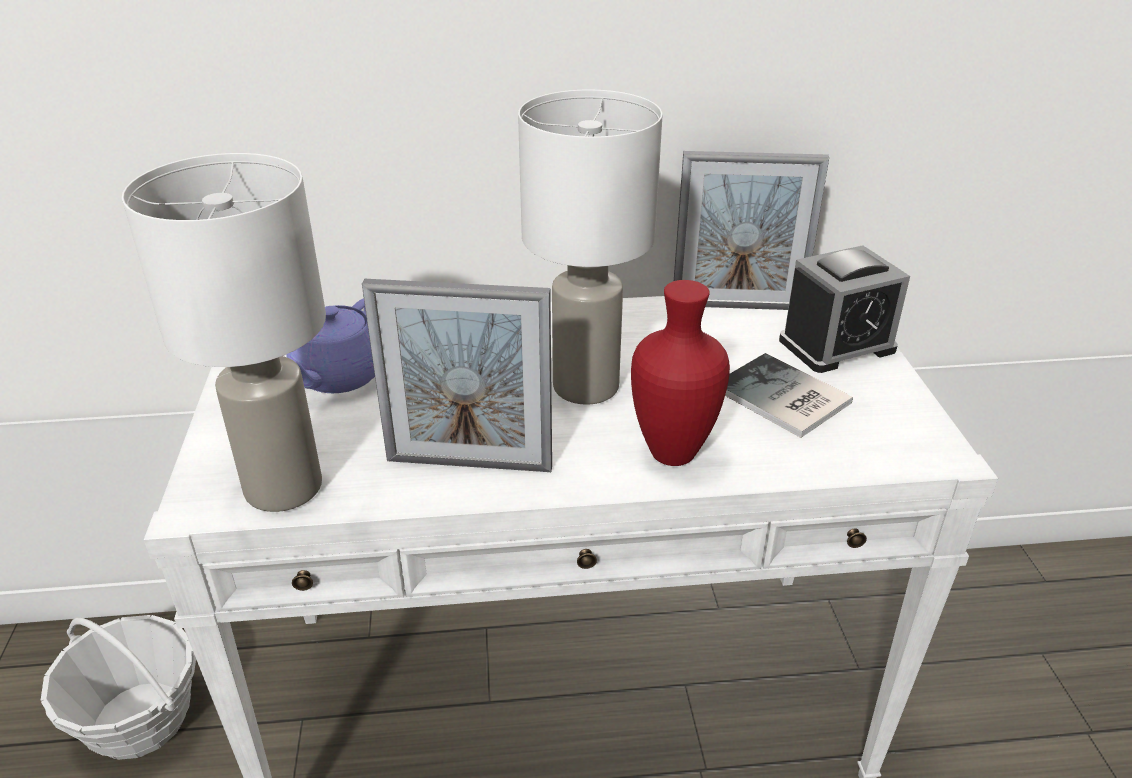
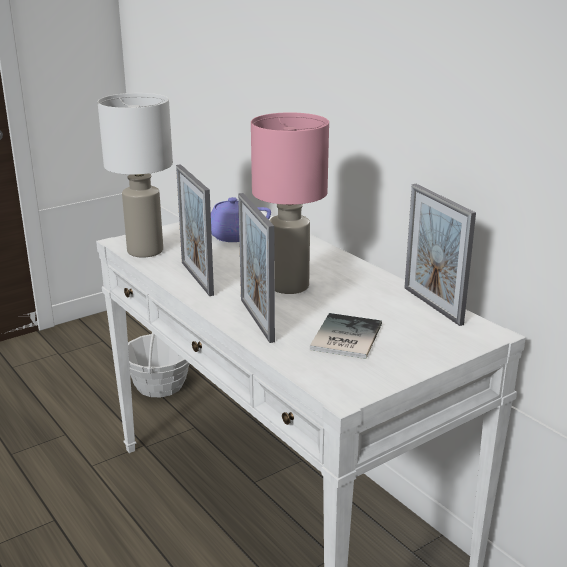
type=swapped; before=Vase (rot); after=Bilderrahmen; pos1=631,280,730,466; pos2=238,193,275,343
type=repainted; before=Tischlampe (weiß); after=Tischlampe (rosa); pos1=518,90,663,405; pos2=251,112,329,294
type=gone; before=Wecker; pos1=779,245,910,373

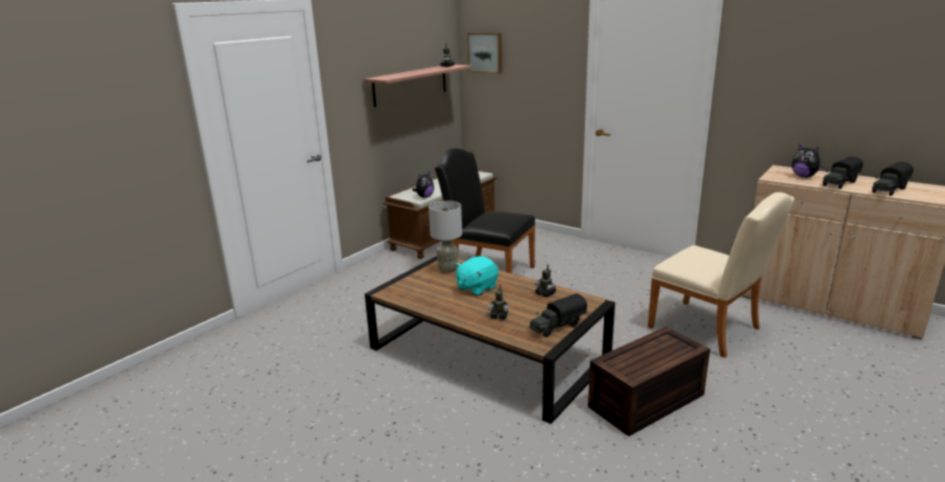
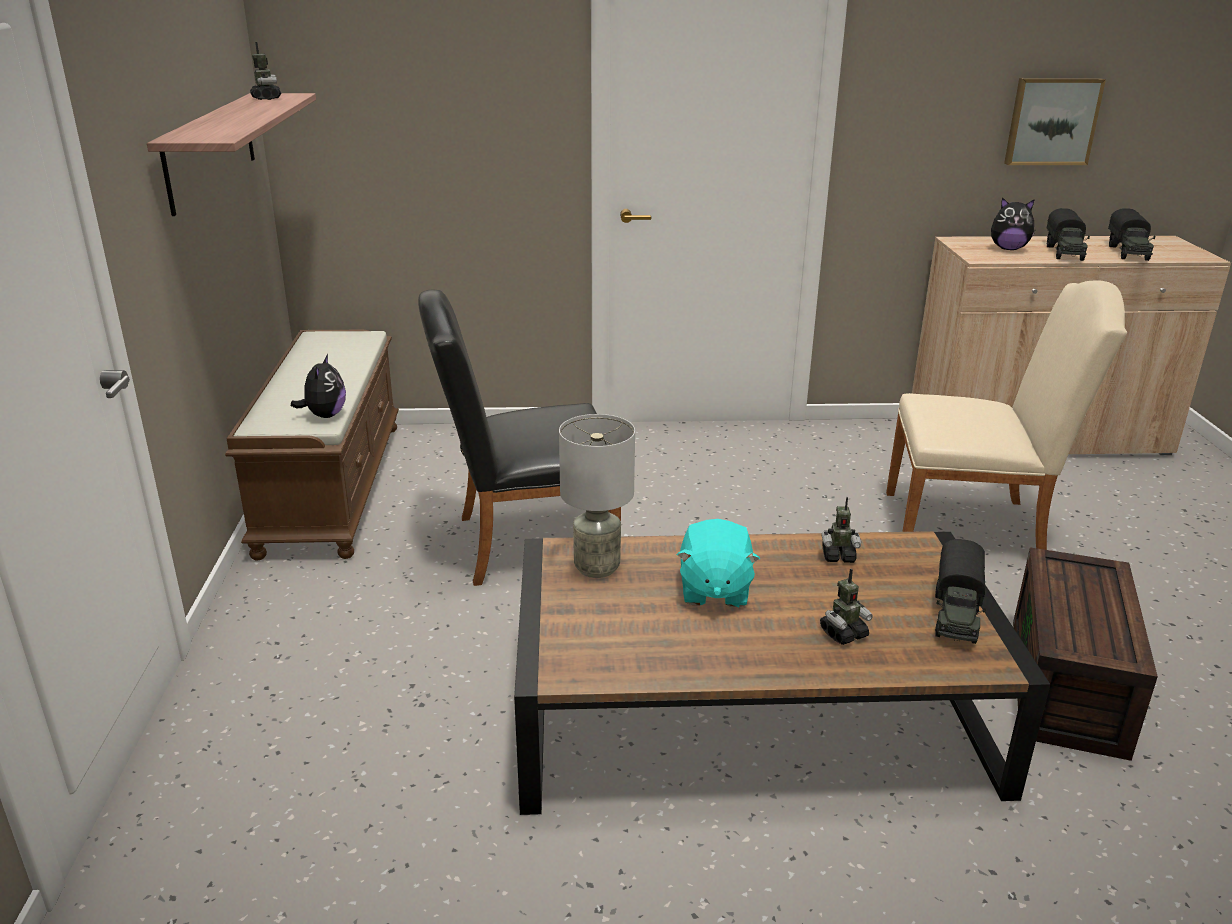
type=shifted; before=Bild; pos1=467,33,502,74; pos2=1004,78,1106,165

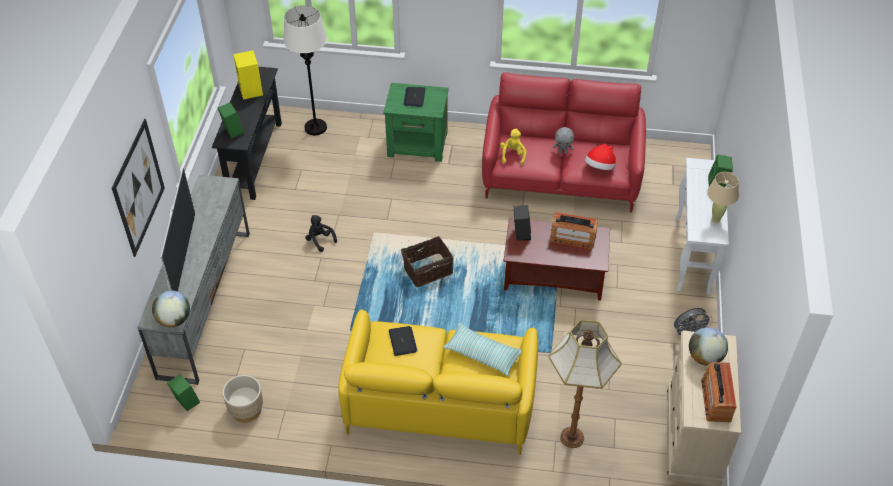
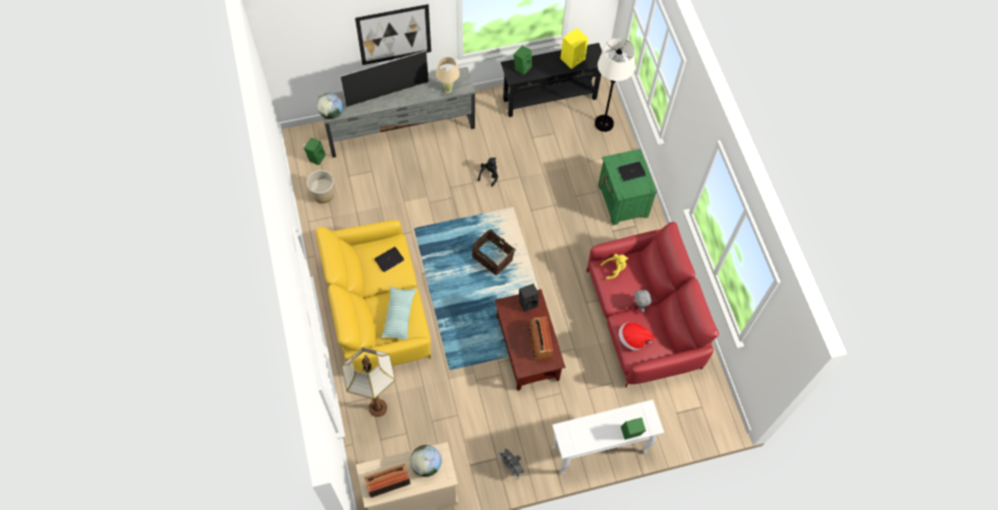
type=shifted; before=Tischlampe (beige); pos1=707,172,739,223; pos2=436,57,460,93

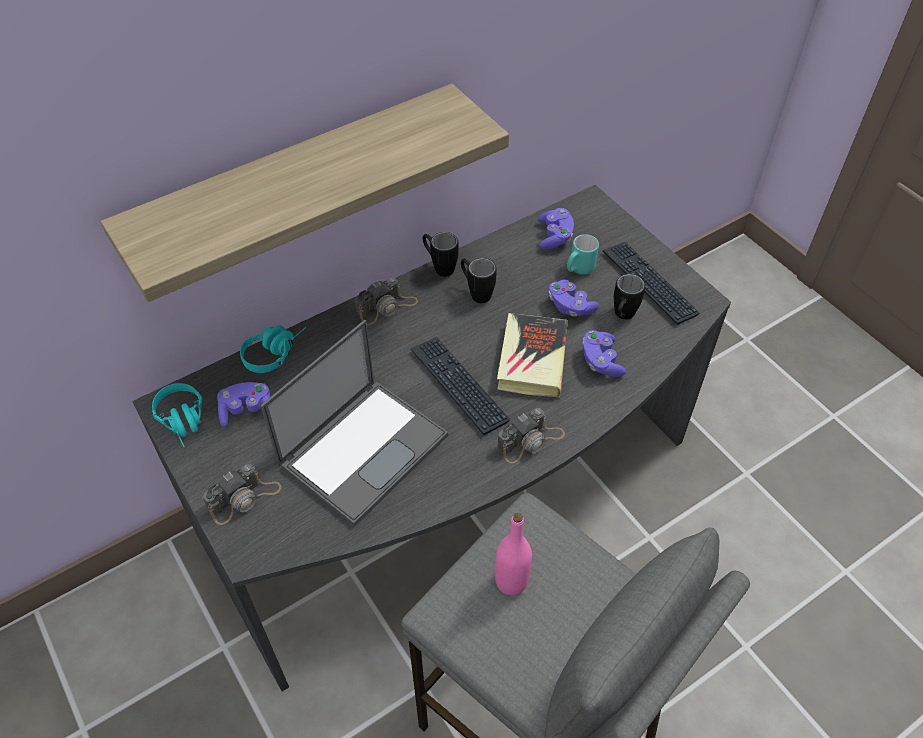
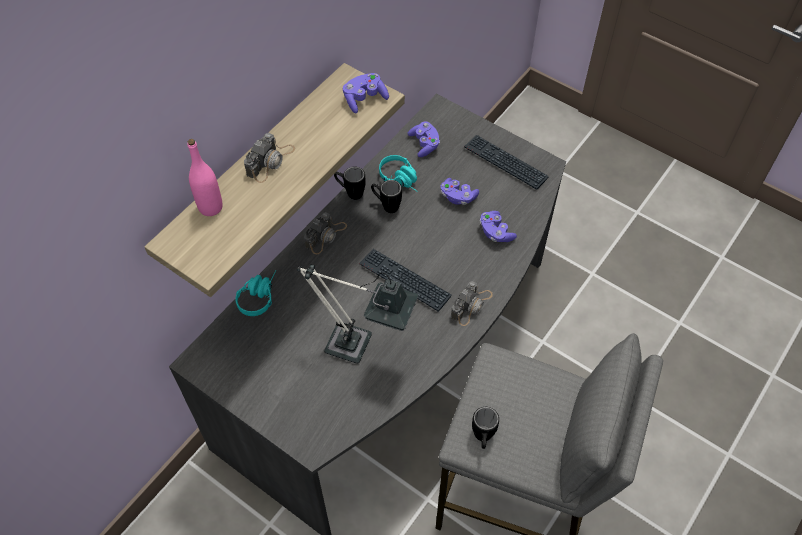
type=shifted; before=Flasche (rosa); pos1=495,513,532,595; pos2=187,139,223,216
type=shifted; before=Kamera; pos1=203,464,282,525; pos2=244,133,295,183
type=swapped; before=Laptop; after=Tischlampe; pos1=261,320,448,527; pos2=297,264,418,364
type=shifted; before=Gamepad (lila); pos1=217,382,271,428; pos2=343,73,389,114
type=shifted; before=Kopfhörer (türkis); pos1=152,383,203,448; pos2=379,155,418,192
type=shifted; before=Henkelbecher (schwarz); pos1=614,274,645,320; pos2=472,407,499,449
type=gone; before=Buch; pos1=497,313,568,398
type=gone; before=Henkelbecher (türkis); pos1=567,234,599,275

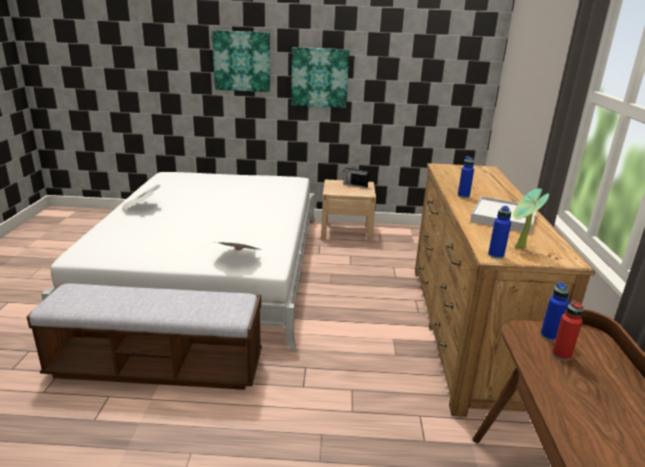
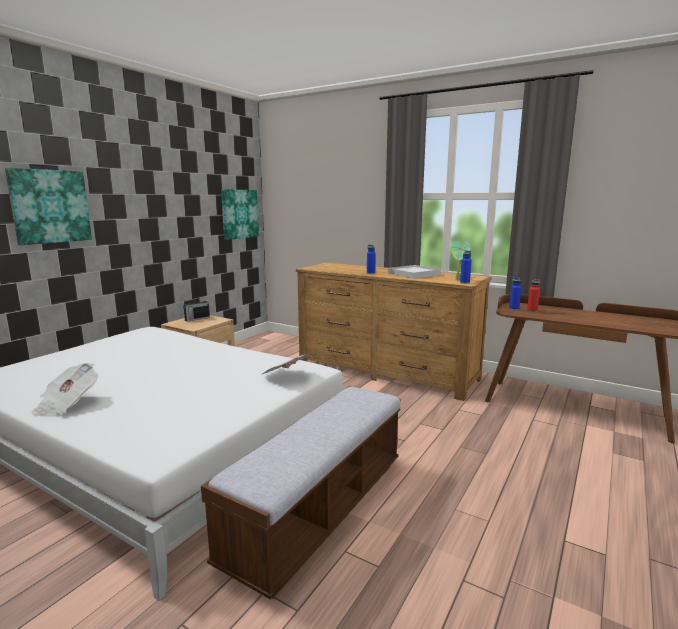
type=shifted; before=Bild; pos1=291,47,349,108; pos2=221,189,259,240

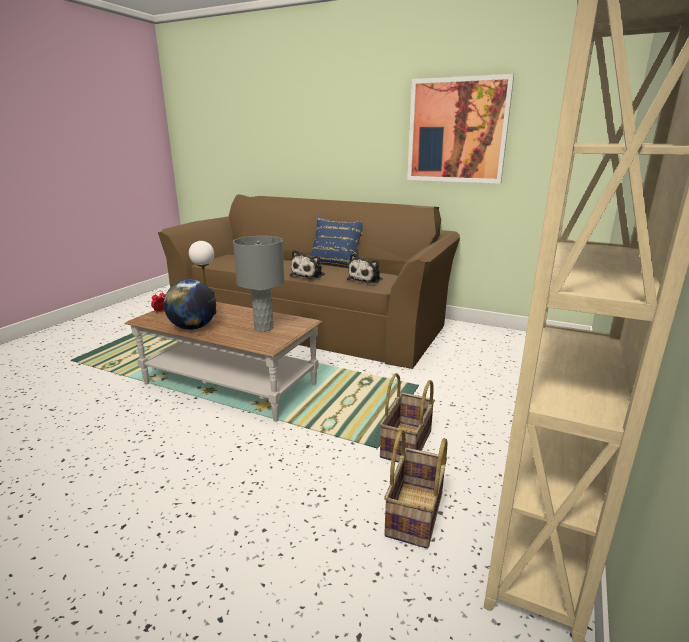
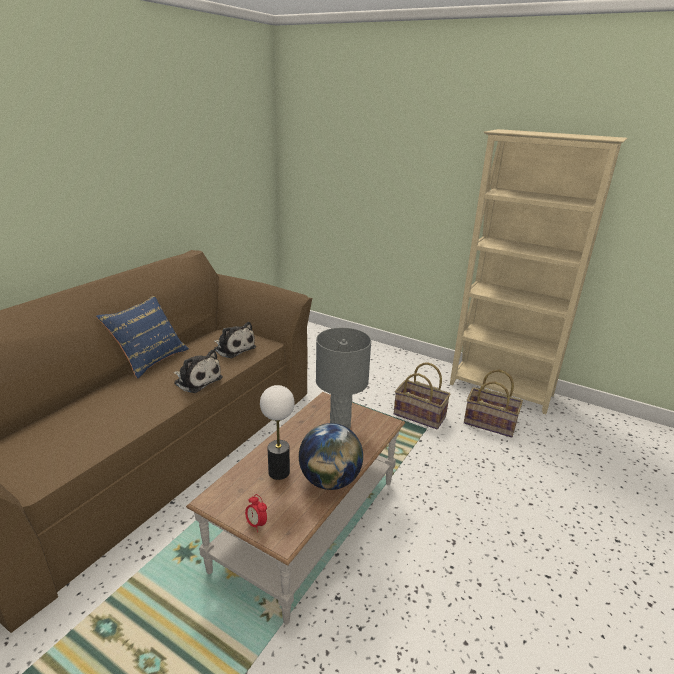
type=gone; before=Bild; pos1=407,74,514,184

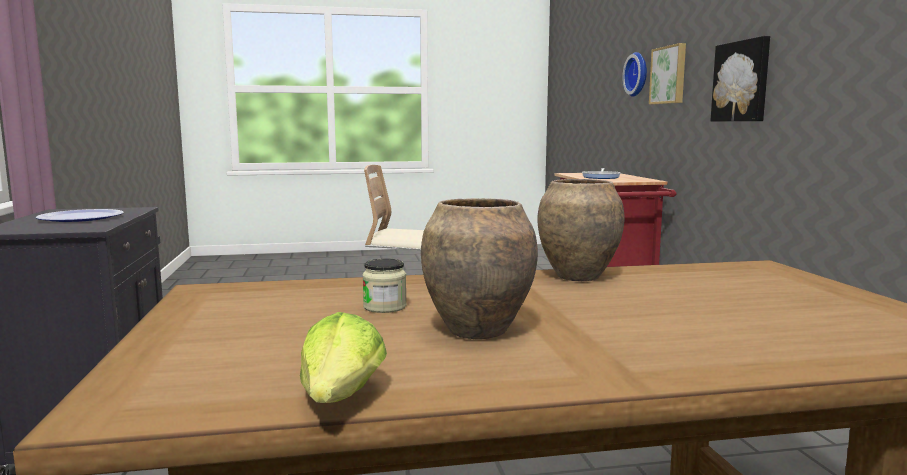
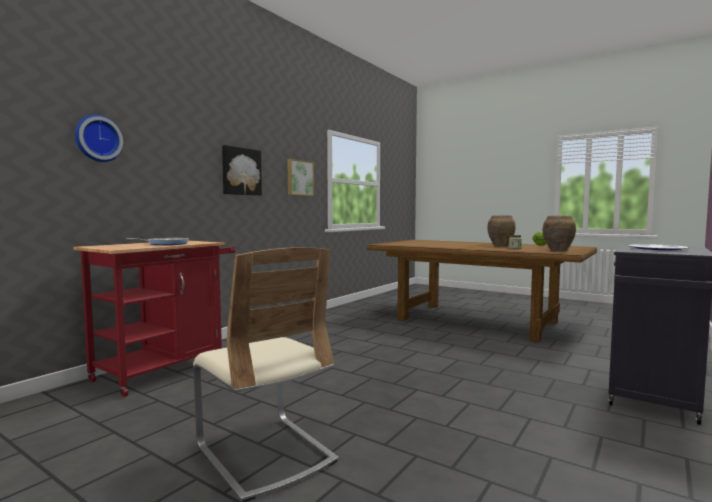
type=shifted; before=Bild; pos1=649,43,686,104; pos2=287,159,314,196
type=shifted; before=Vase (braun); pos1=538,179,625,281; pos2=543,216,576,251

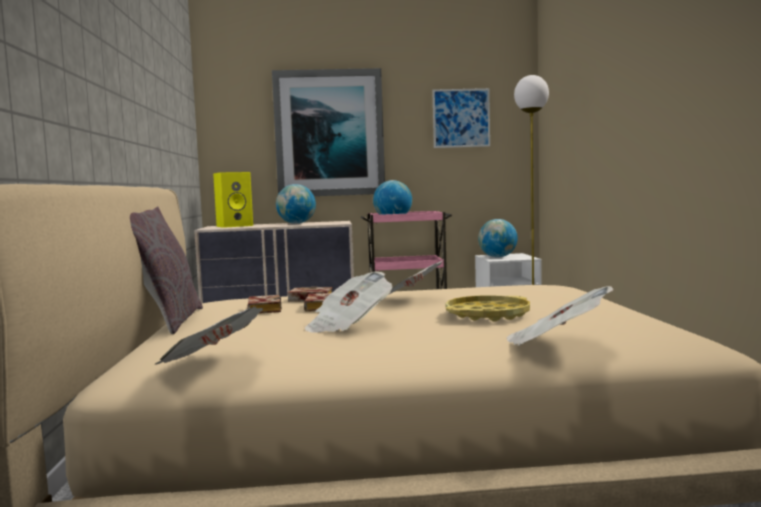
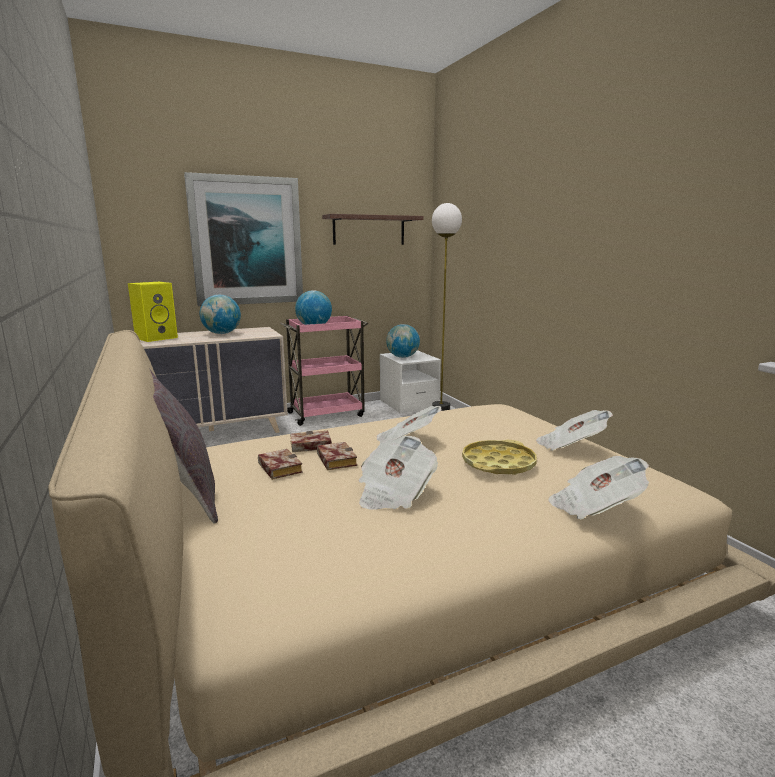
type=swapped; before=Bild; after=Wandregal; pos1=432,88,490,148; pos2=322,214,423,245
type=shifted; before=Zeitung; pos1=155,306,263,365; pos2=536,410,613,451

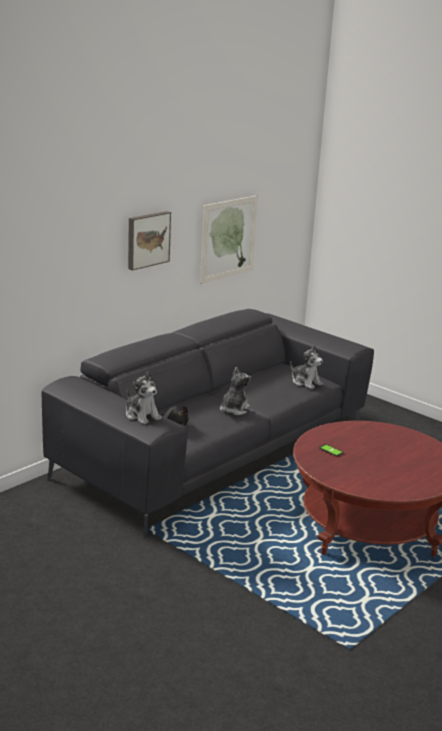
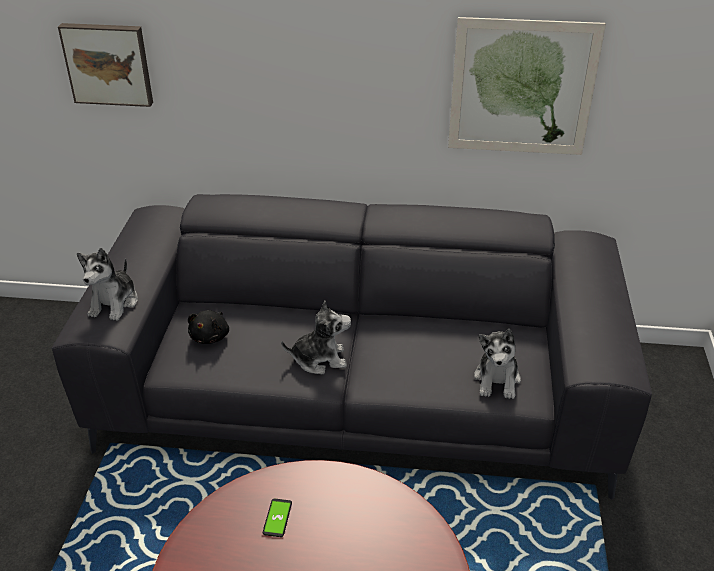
type=shifted; before=Bild; pos1=128,211,171,271; pos2=58,23,153,107

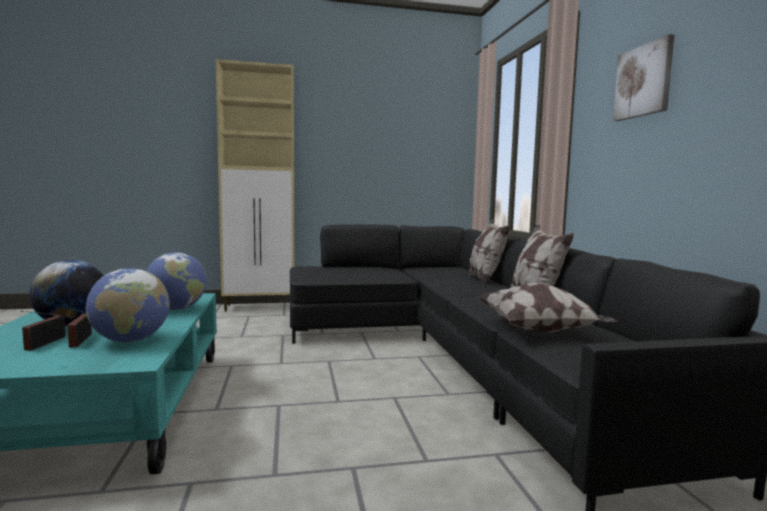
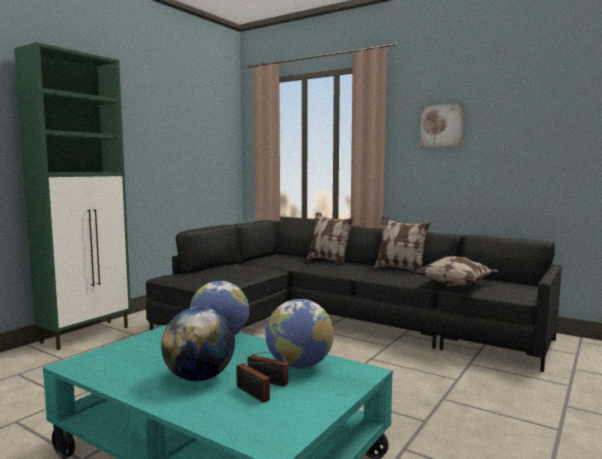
type=repainted; before=Schrank (beige); after=Schrank (grün); pos1=216,59,294,312; pos2=14,42,131,350

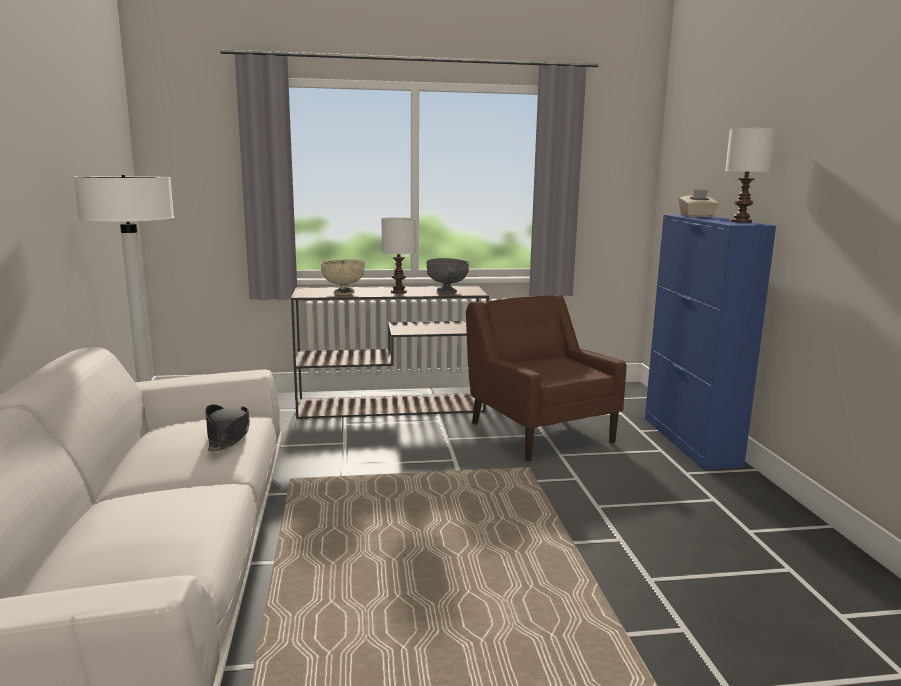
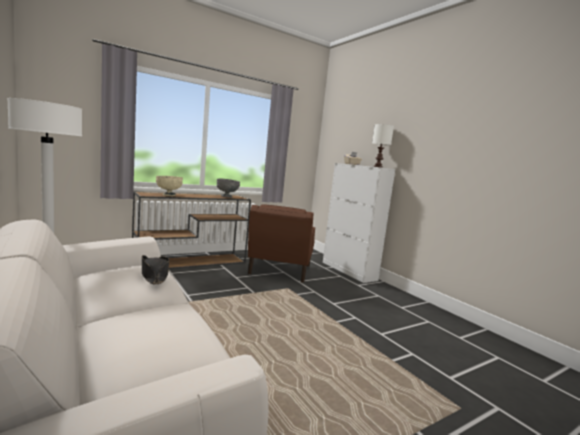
type=rotated; before=Sessel (braun); pos1=466,295,626,461; pos2=248,204,315,283; turn=-120
type=repainted; before=Schrank (blau); after=Schrank (weiß); pos1=645,214,776,469; pos2=323,163,395,283
type=gone; before=Tischlampe (weiß); pos1=382,217,416,294

